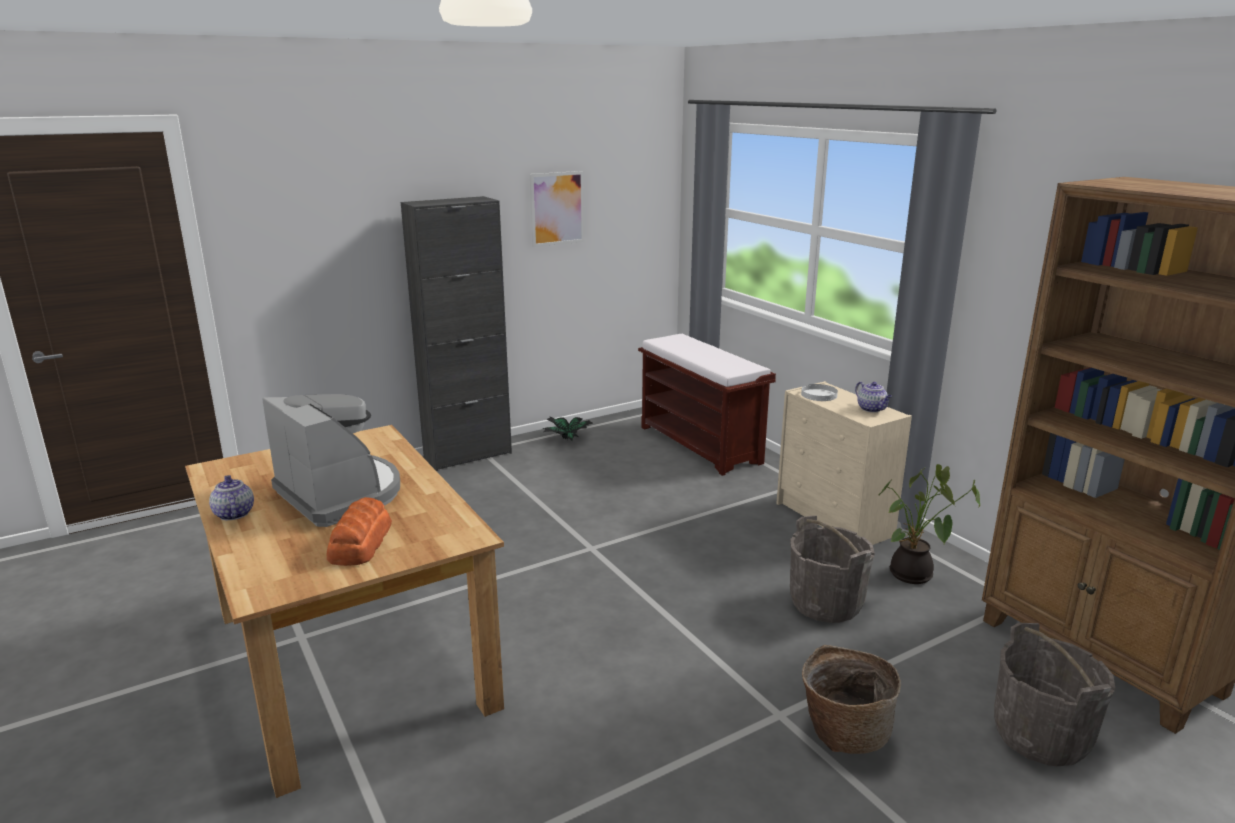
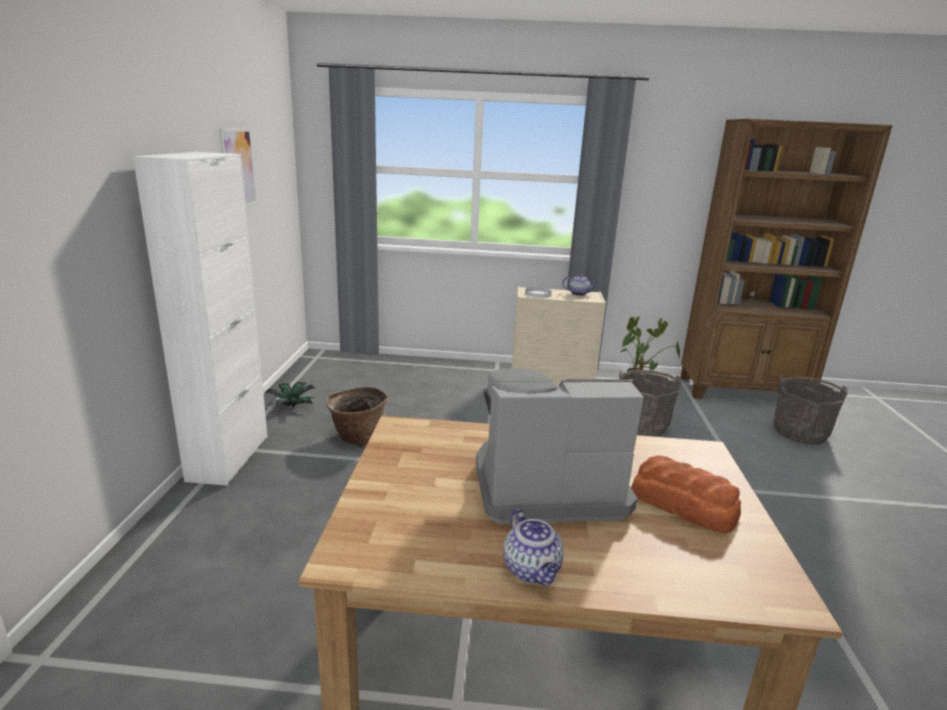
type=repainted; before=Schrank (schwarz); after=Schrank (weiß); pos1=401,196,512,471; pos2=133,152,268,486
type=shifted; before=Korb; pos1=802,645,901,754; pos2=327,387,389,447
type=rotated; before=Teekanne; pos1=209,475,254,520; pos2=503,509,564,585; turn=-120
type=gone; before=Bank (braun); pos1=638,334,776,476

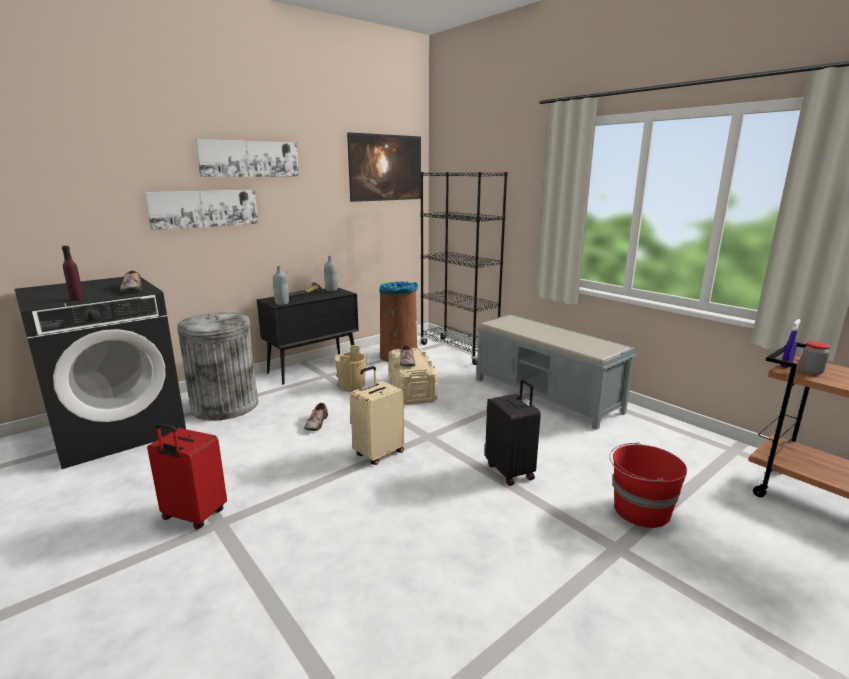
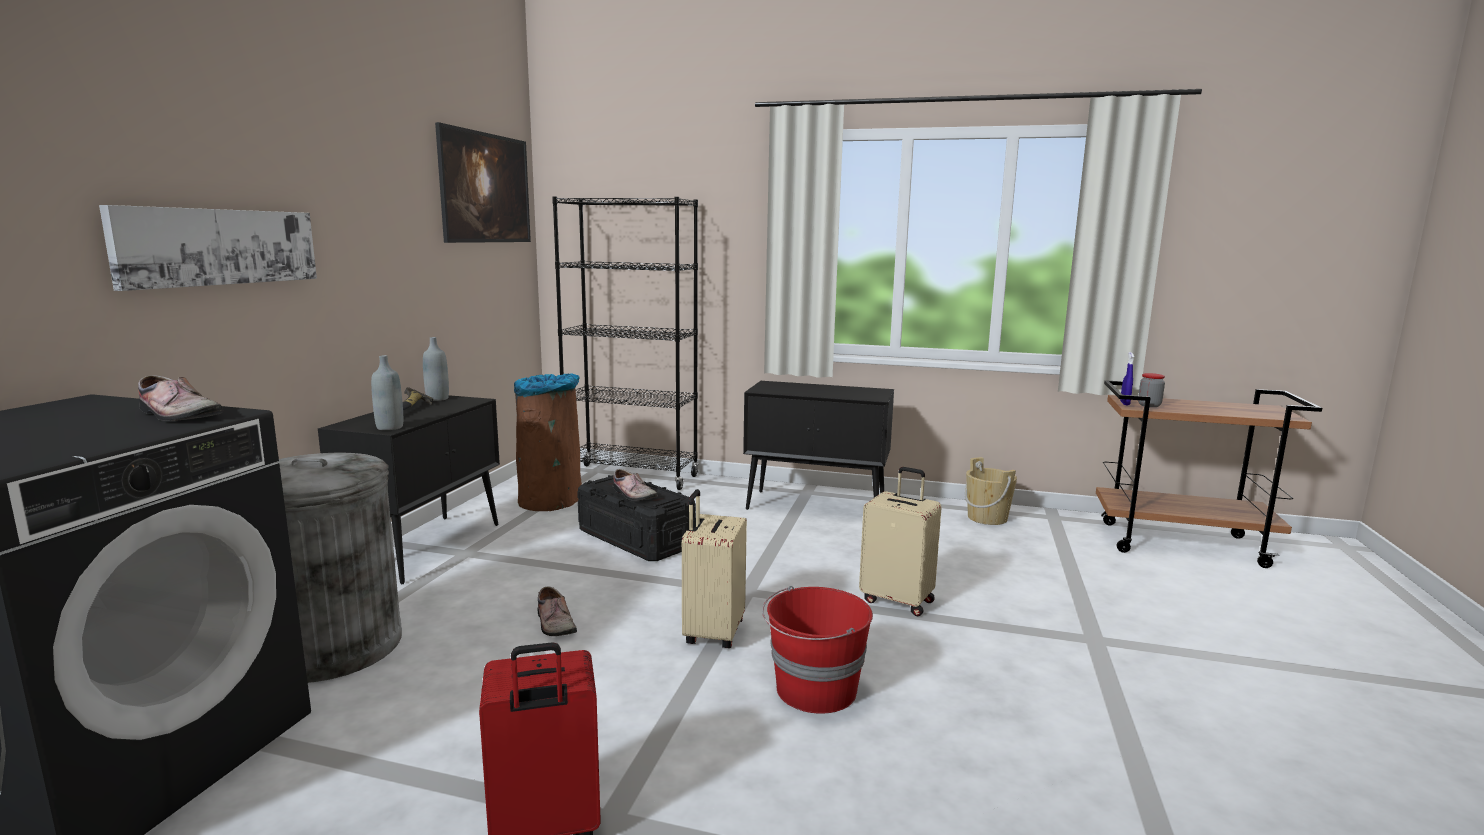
type=repainted; before=Aufbewahrungsbox (beige); after=Aufbewahrungsbox (schwarz); pos1=388,348,438,405; pos2=577,475,696,561
type=swapped; before=Bank (grau); after=Schrank (schwarz); pos1=477,314,636,430; pos2=743,381,894,510
type=shifted; before=Eimer (rot); pos1=609,442,687,528; pos2=762,586,873,714
type=repainted; before=Koffer (schwarz); after=Koffer (beige); pos1=485,379,541,486; pos2=859,467,942,616
type=shifted; before=Eimer (beige); pos1=334,345,367,390; pos2=965,457,1017,525
type=gone; before=Flasche (lila); pos1=62,246,84,301
type=gone; before=Bild; pos1=195,139,299,177

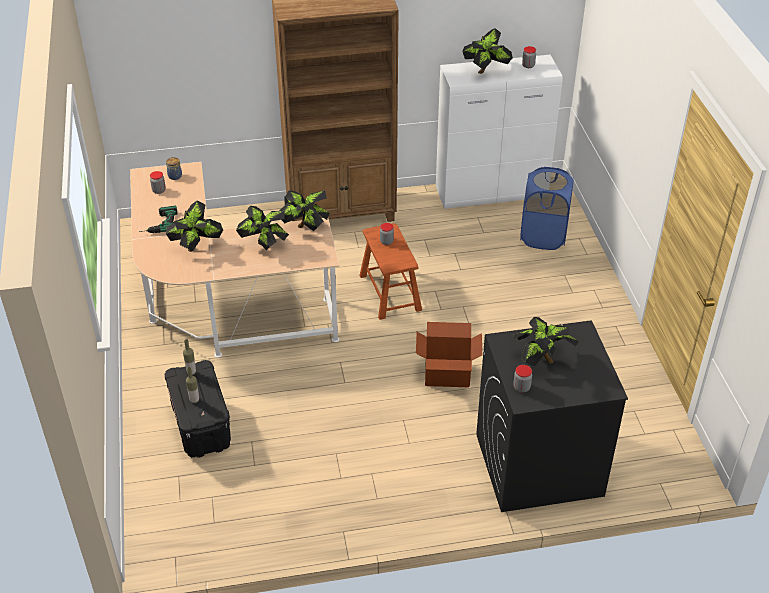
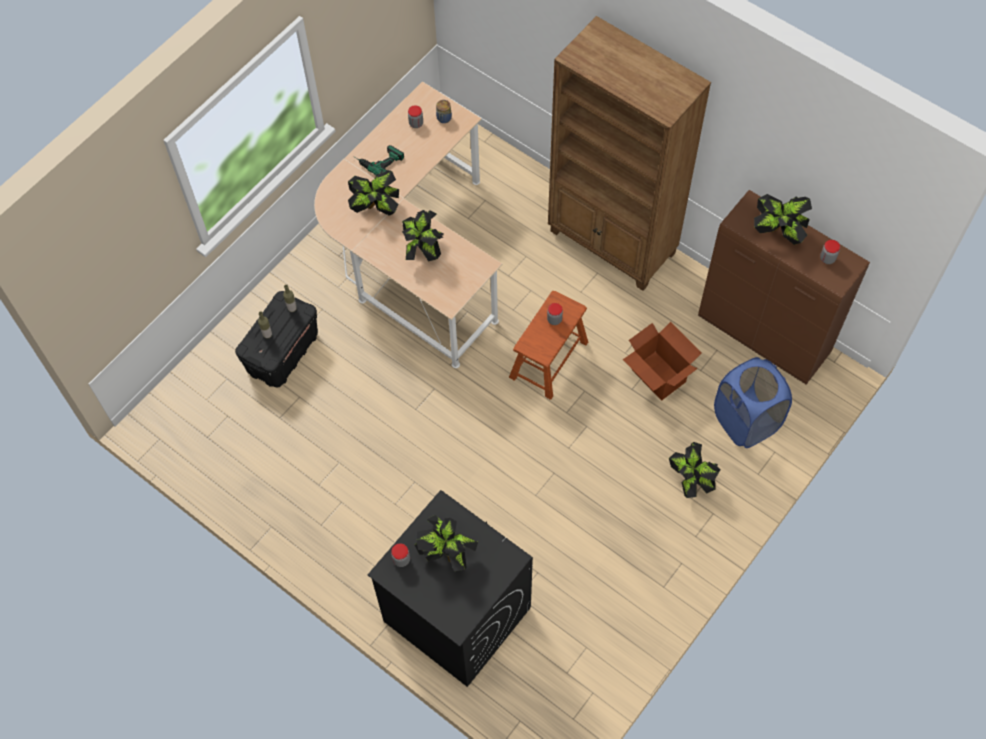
type=shifted; before=Karton; pos1=416,322,482,387; pos2=623,322,702,401
type=shifted; before=Topfpflanze; pos1=279,190,330,231; pos2=669,442,721,498
type=repainted; before=Schrank (weiß); after=Schrank (braun); pos1=436,55,563,209; pos2=698,190,870,384

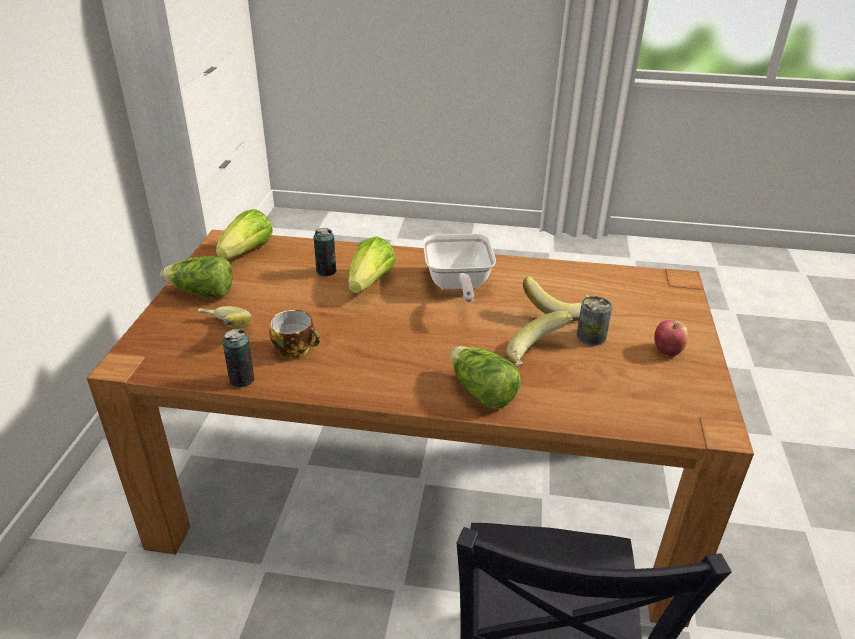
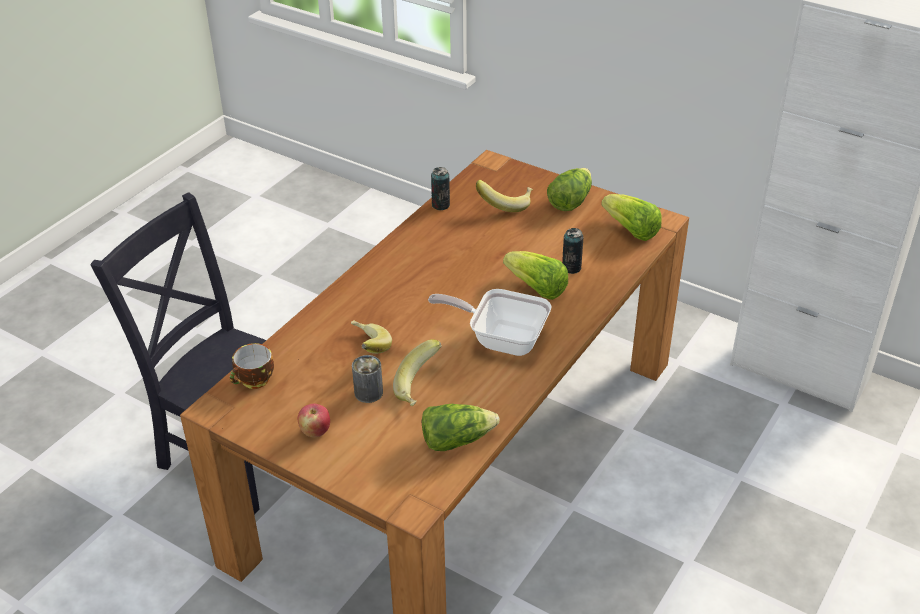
type=shifted; before=Tasse; pos1=269,310,320,358; pos2=230,343,274,389
type=shifted; before=Salatkopf; pos1=450,346,521,409; pos2=422,404,500,451

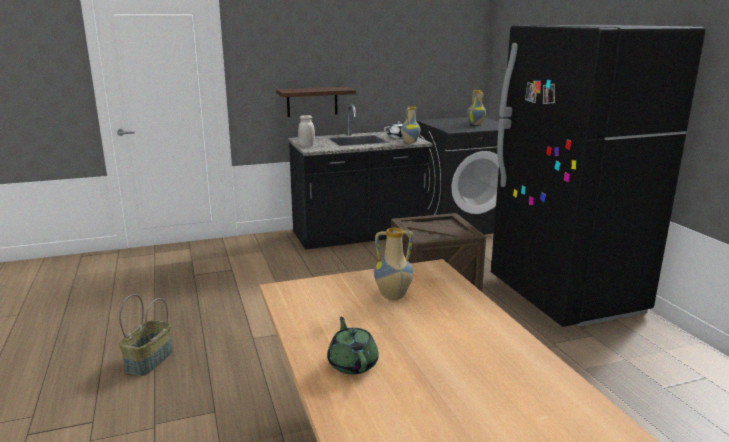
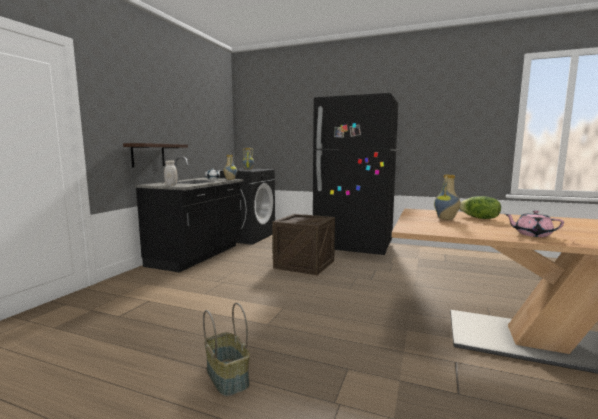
type=new; after=Salatkopf; pos2=459,196,501,219
type=repainted; before=Teekanne (grün); after=Teekanne (rosa); pos1=327,316,379,375; pos2=505,210,564,237

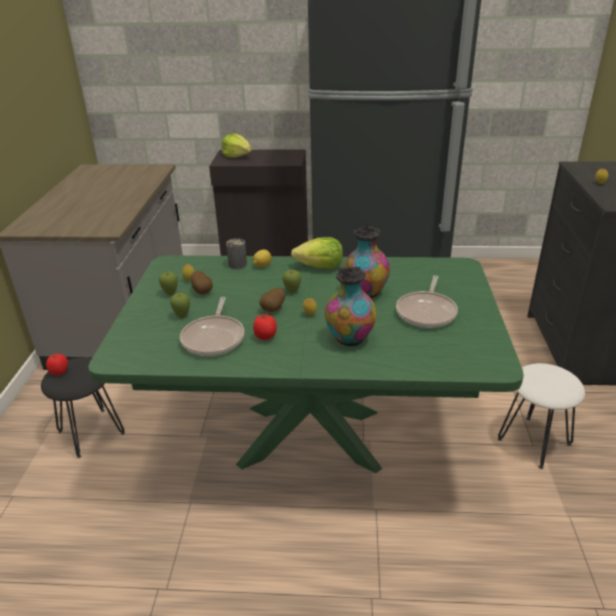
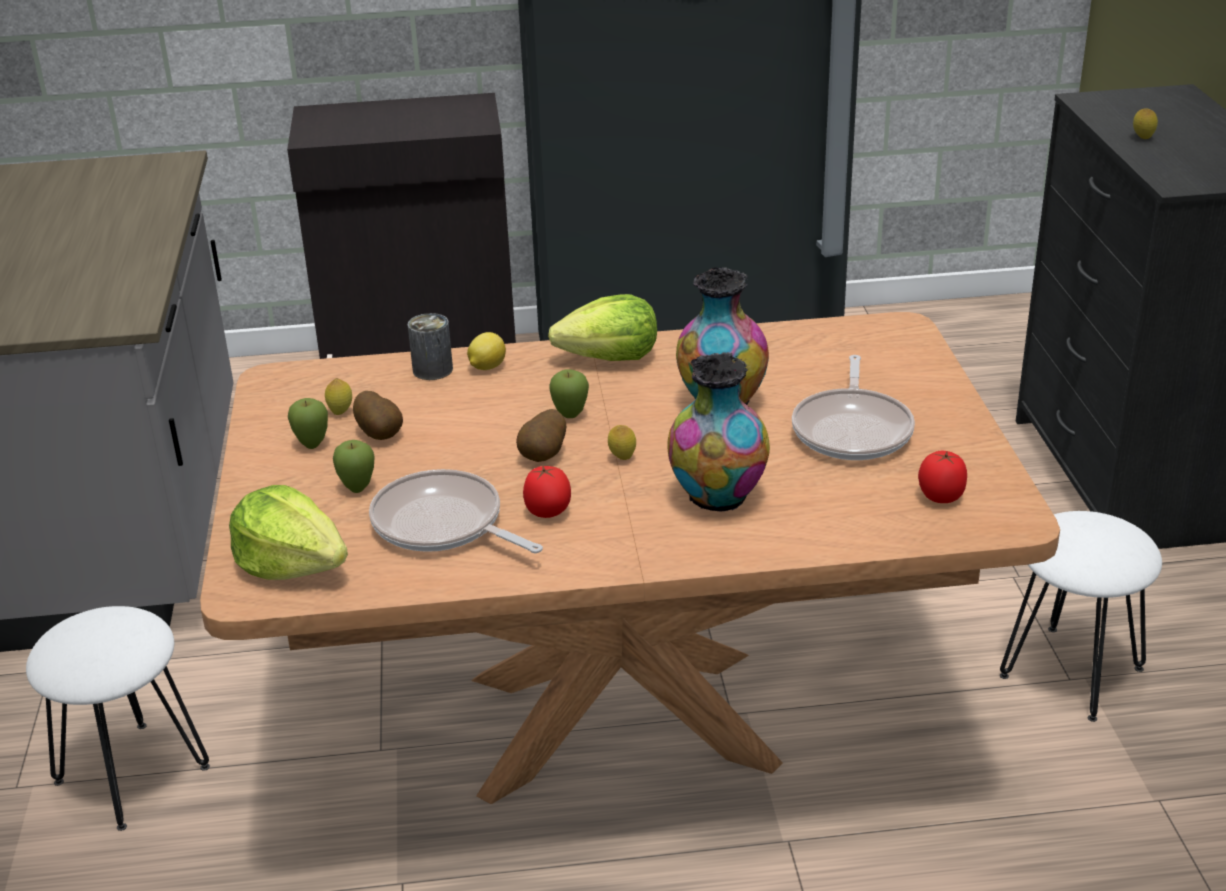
type=repainted; before=Hocker (schwarz); after=Hocker (weiß); pos1=41,357,125,458; pos2=26,606,210,831
type=repainted; before=Esstisch (grün); after=Esstisch (braun); pos1=88,255,524,473; pos2=200,312,1060,804
type=shifted; before=Salatkopf; pos1=222,133,251,158; pos2=229,485,348,580
type=rotated; before=Pfanne; pos1=180,297,244,356; pos2=369,469,543,553; turn=135
type=shifted; before=Tomate; pos1=46,354,68,375; pos2=918,451,967,503

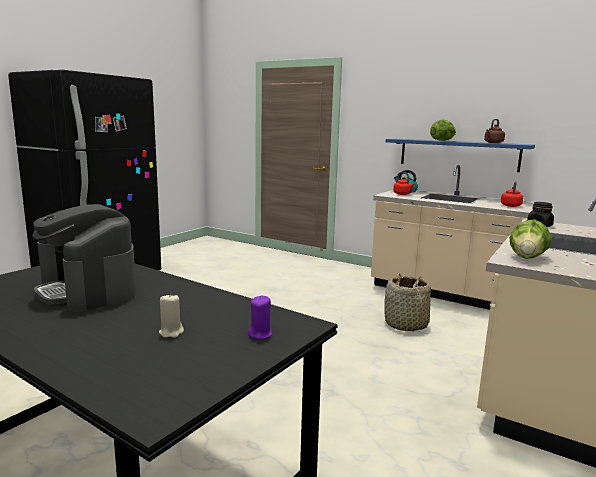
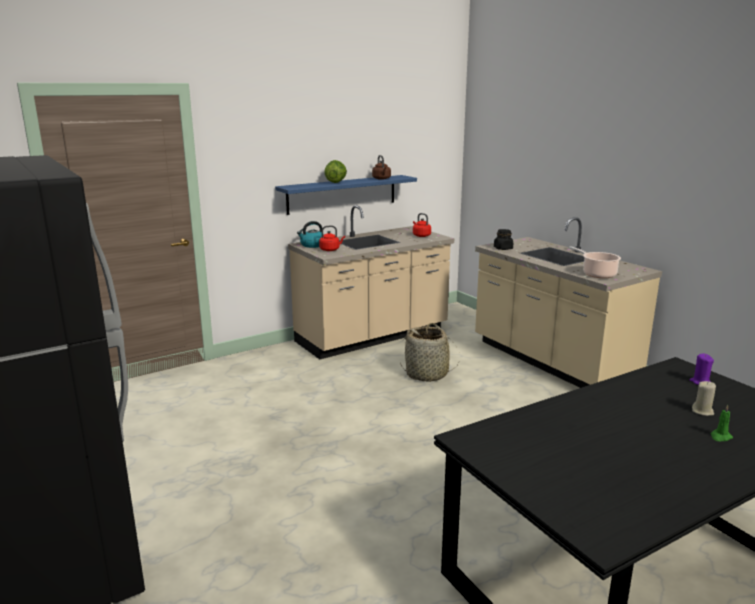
type=swapped; before=Salatkopf; after=Kochtopf; pos1=510,219,552,259; pos2=569,246,621,278
type=new; after=Kerze (grün); pos2=711,405,733,441
type=gone; before=Kaffeemaschine; pos1=33,204,136,312

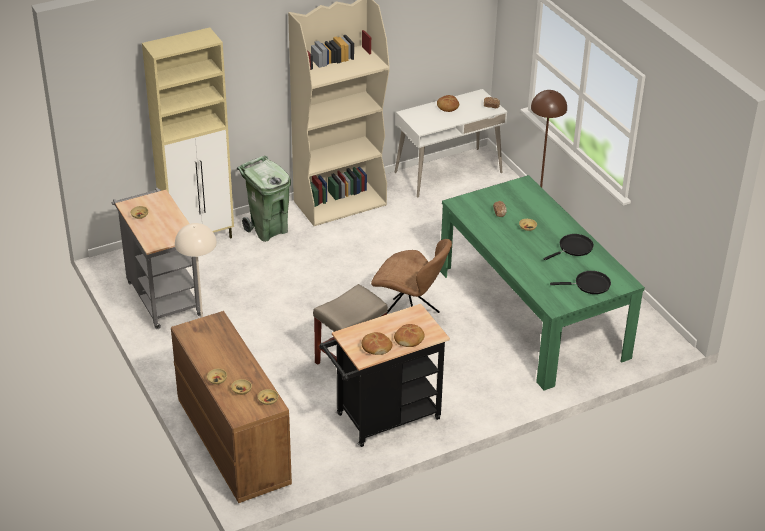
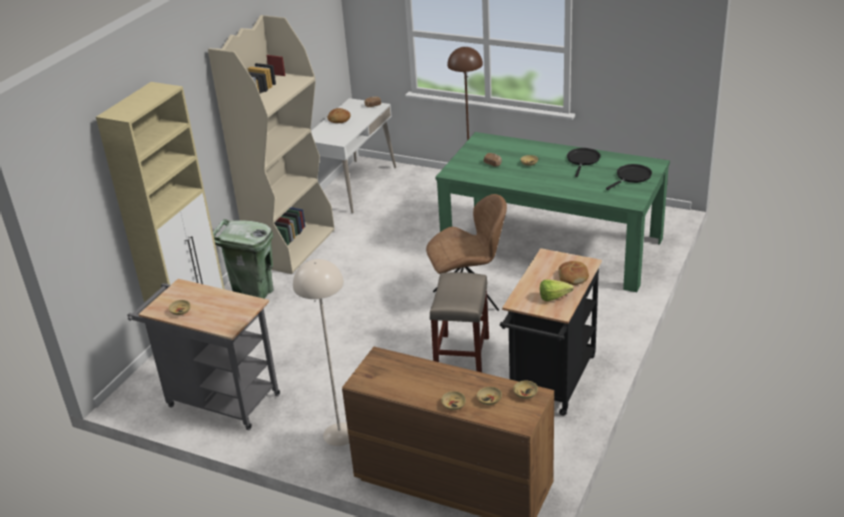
type=swapped; before=Brot; after=Salatkopf; pos1=362,332,393,355; pos2=540,280,574,301

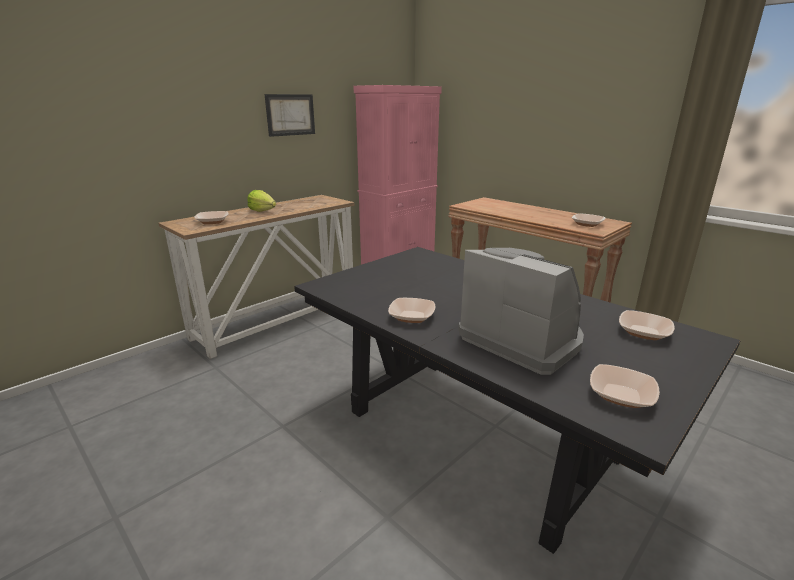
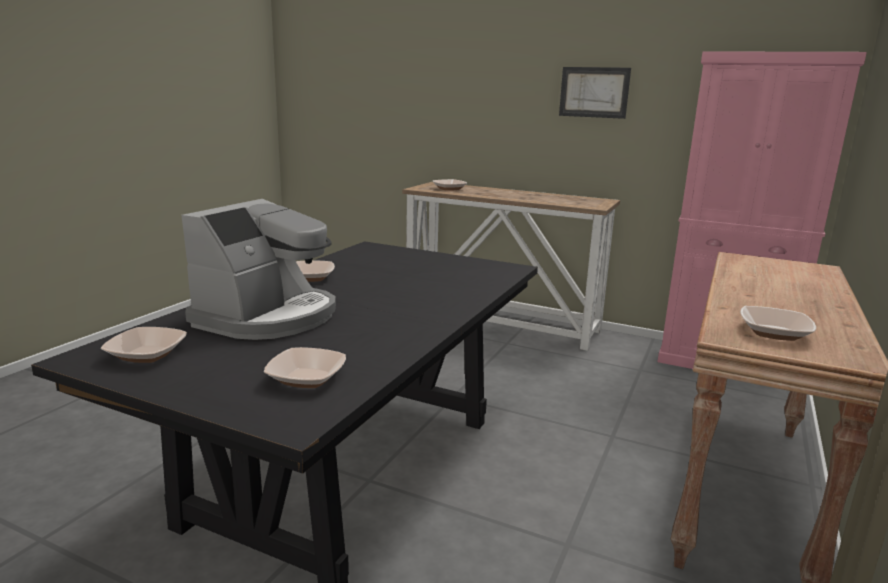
type=gone; before=Salatkopf; pos1=247,190,276,212

